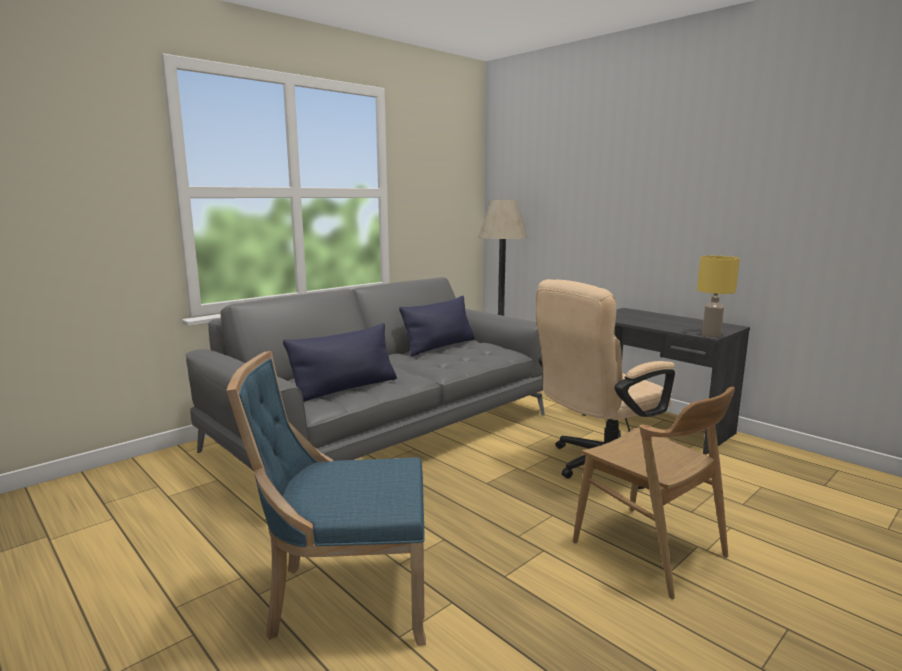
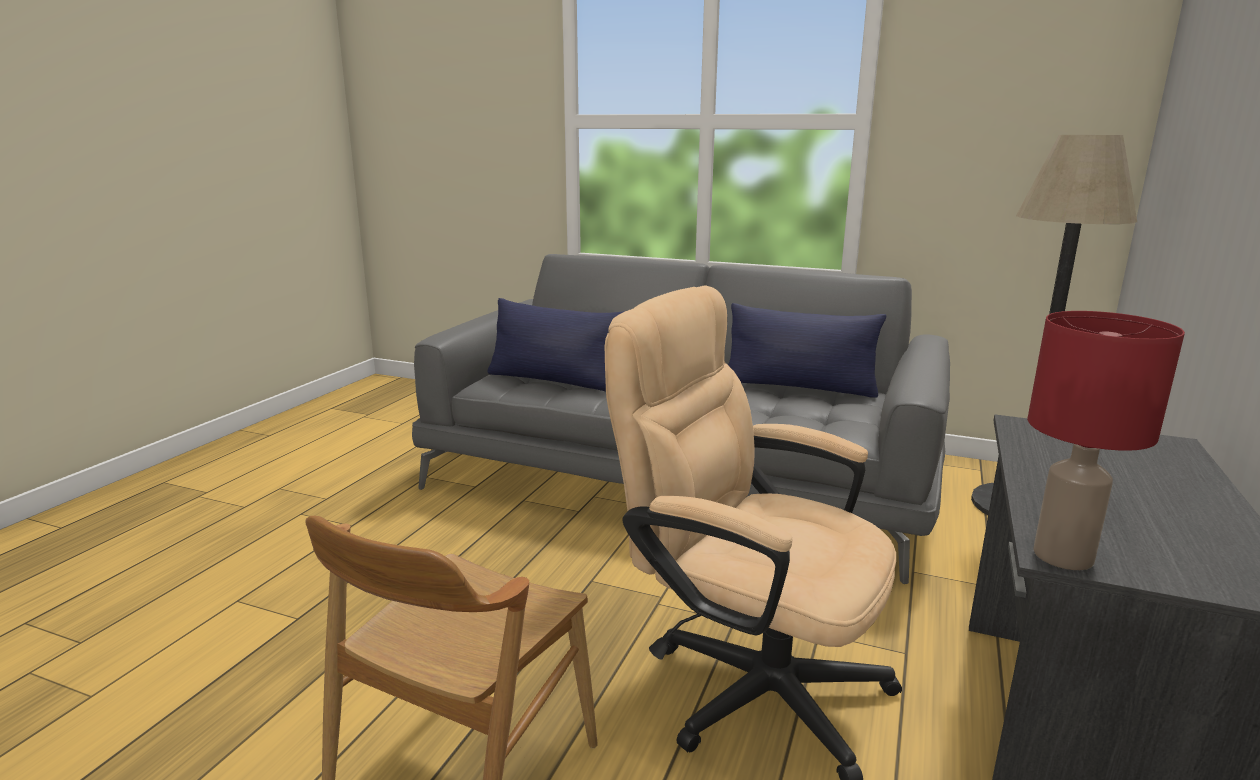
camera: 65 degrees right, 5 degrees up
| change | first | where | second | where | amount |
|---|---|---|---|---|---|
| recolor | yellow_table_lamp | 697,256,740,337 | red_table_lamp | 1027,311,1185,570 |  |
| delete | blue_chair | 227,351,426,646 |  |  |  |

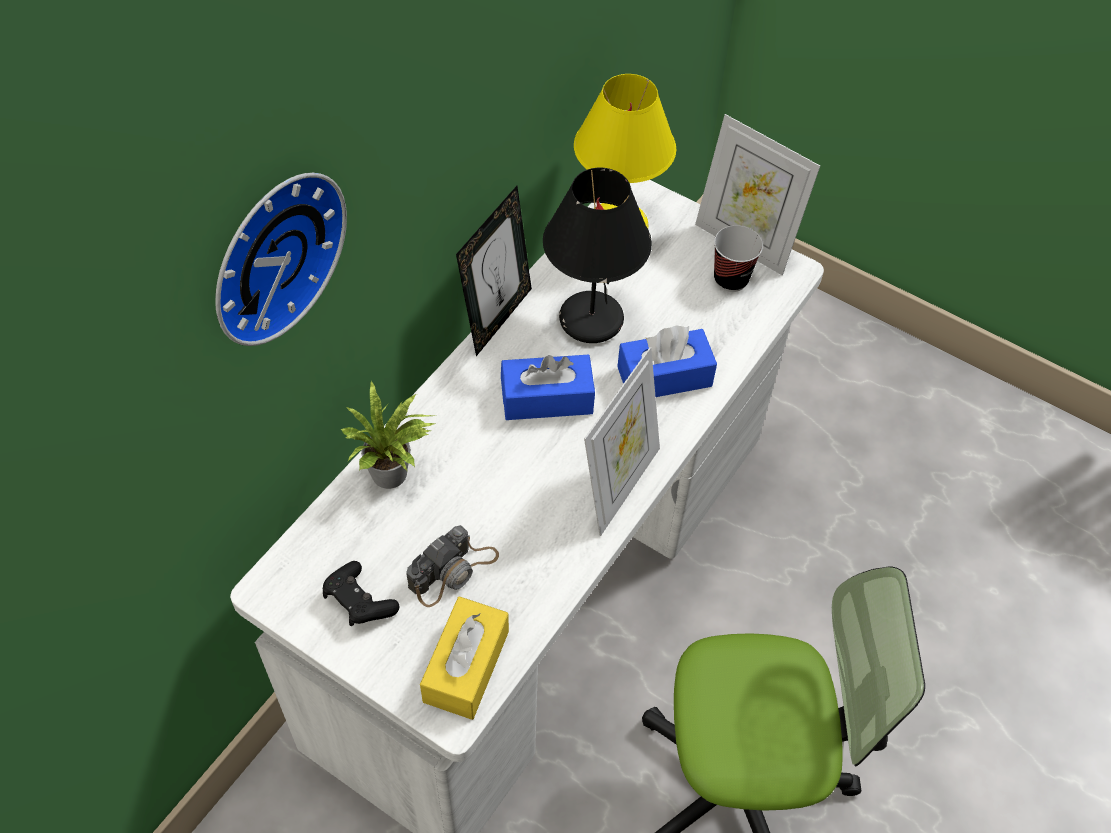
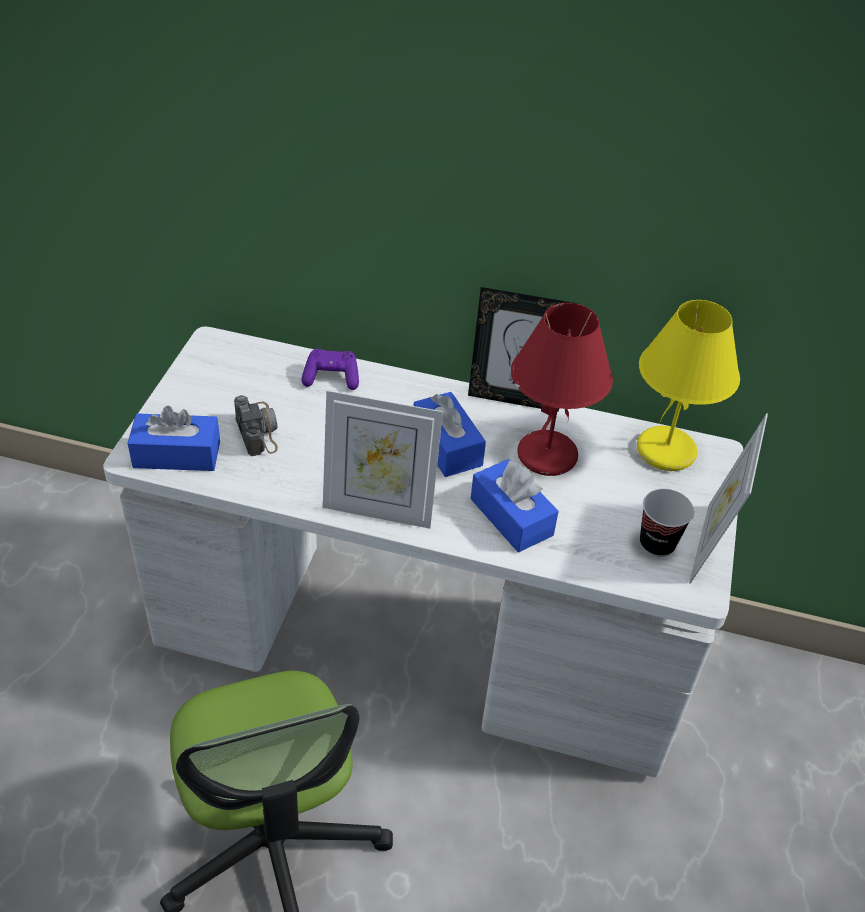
camera: 70 degrees right, 10 degrees down
| change | first | where | second | where | amount |
|---|---|---|---|---|---|
| recolor | yellow_tissue_box | 420,596,509,720 | blue_tissue_box | 128,406,220,471 |  |
| rotate | photo_camera | 406,525,499,607 |  | 234,395,278,456 | 135 degrees counterclockwise |
| replace | potted_plant | 340,380,435,489 | purple_game_controller | 302,349,359,390 |  |
| recolor | black_table_lamp | 543,168,652,343 | red_table_lamp | 511,303,613,476 |  |
| delete | wall_clock | 215,173,347,346 |  |  |  |
| delete | black_game_controller | 323,561,399,626 |  |  |  |

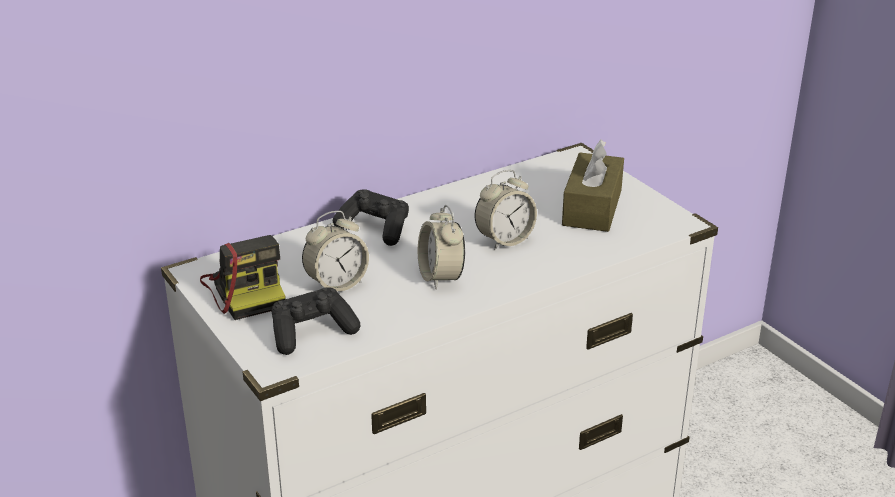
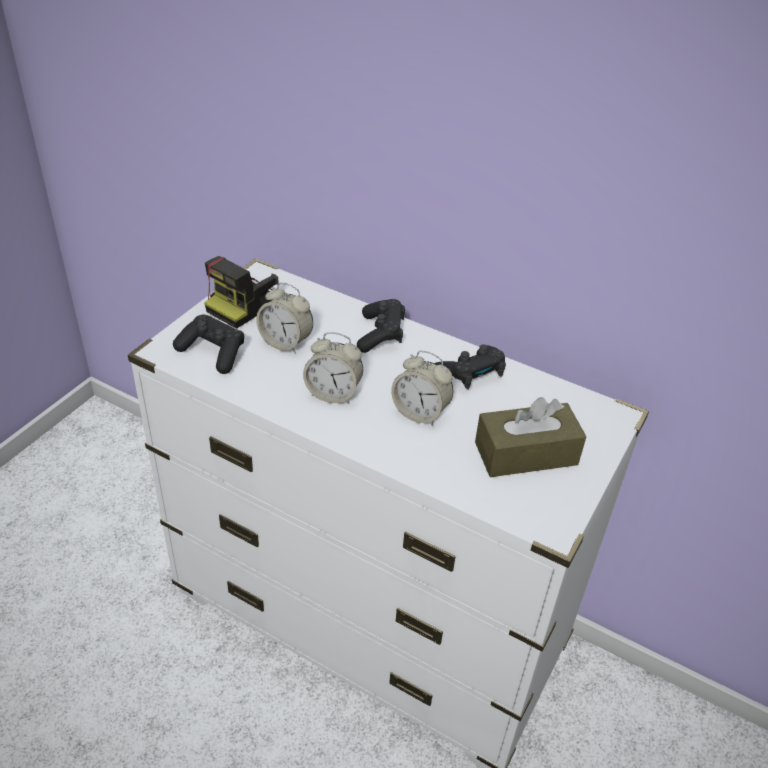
camera: 60 degrees right, 10 degrees up
| change | first | where | second | where | amount |
|---|---|---|---|---|---|
| rotate | alarm_clock | 418,205,465,290 |  | 303,332,363,404 | 120 degrees counterclockwise |
| insert |  |  | black_game_controller | 435,344,506,389 |  |

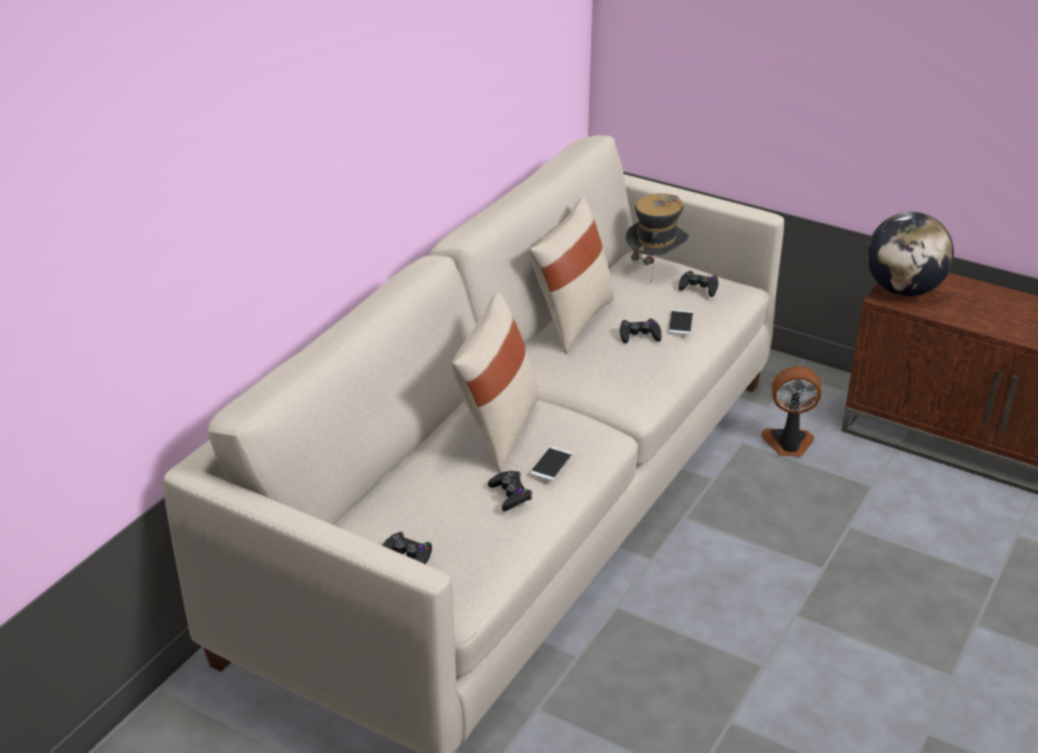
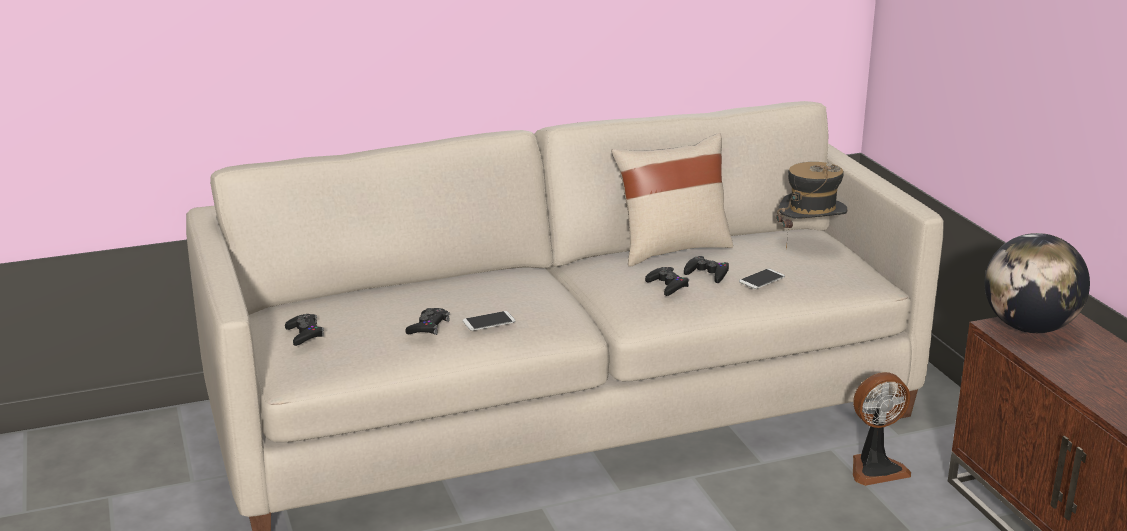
camera: 40 degrees right, 10 degrees down
| change | first | where | second | where | amount |
|---|---|---|---|---|---|
| move | black_game_controller | 679,271,718,297 |  | 645,267,689,296 |  |
| rotate | fan | 761,366,822,457 |  | 853,372,911,486 | 120 degrees clockwise |
| delete | beige_pillow | 452,292,539,473 |  |  |  |

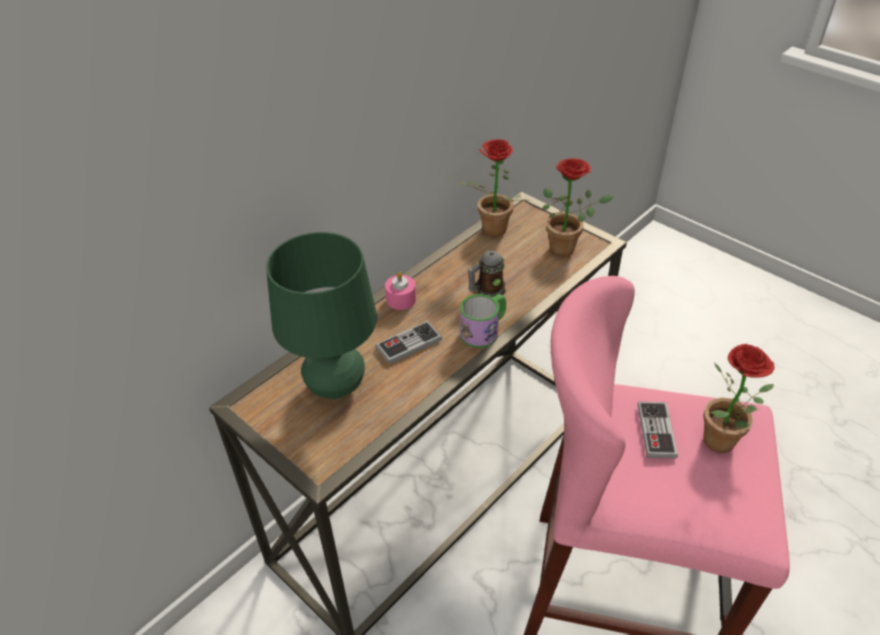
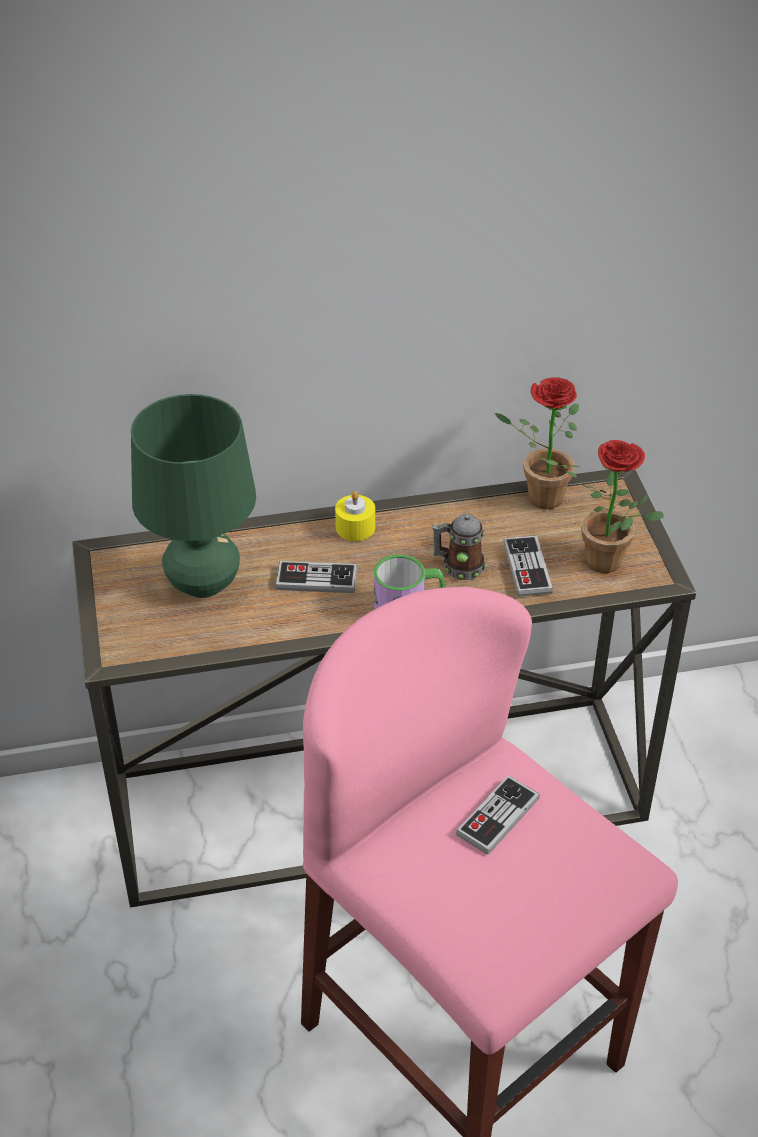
camera: 35 degrees right, 0 degrees up
| change | first | where | second | where | amount |
|---|---|---|---|---|---|
| recolor | pink_candle | 385,272,416,310 | yellow_candle | 335,491,375,541 |  |
| insert |  |  | game_controller | 503,535,553,597 |  |
| delete | potted_plant | 703,344,775,453 |  |  |  |

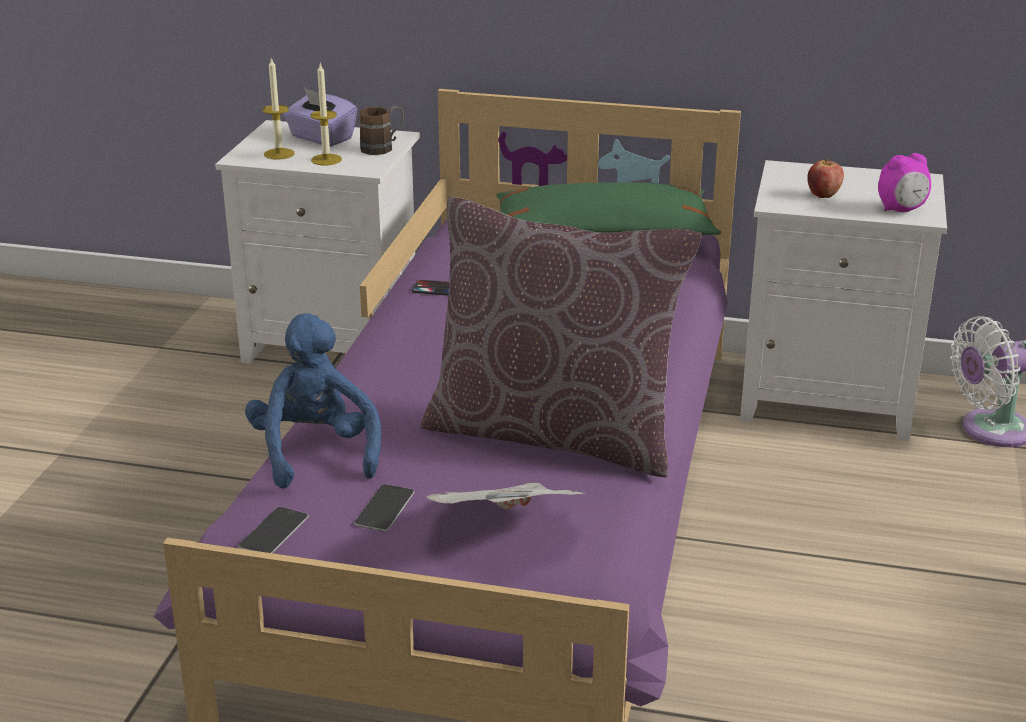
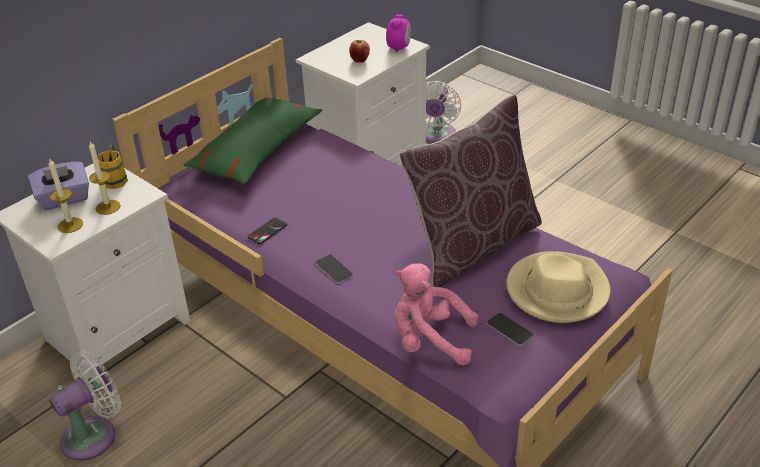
camera: 60 degrees left, 10 degrees up
| change | first | where | second | where | amount |
|---|---|---|---|---|---|
| insert |  |  | white_fan | 49,350,121,461 |  |
| recolor | brown_mug | 359,106,404,155 | yellow_mug | 98,145,128,189 |  |
| move | phone | 238,507,309,553 |  | 315,254,354,284 |  |
| recolor | blue_plush_toy | 245,313,381,489 | pink_plush_toy | 394,263,479,365 |  |
| replace | newspaper | 426,483,587,510 | beige_hat | 506,251,611,323 |  |

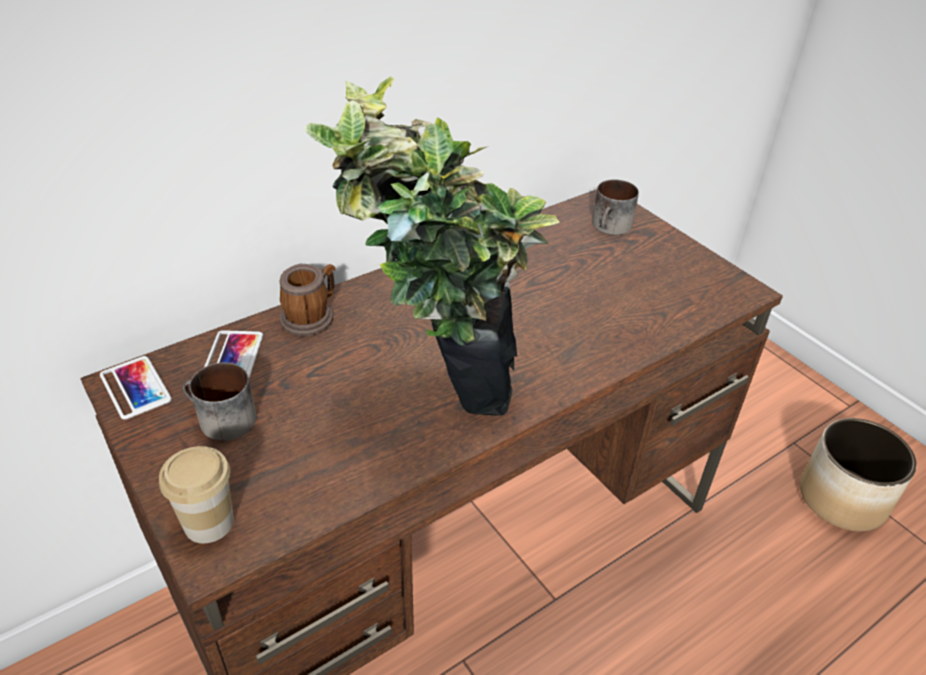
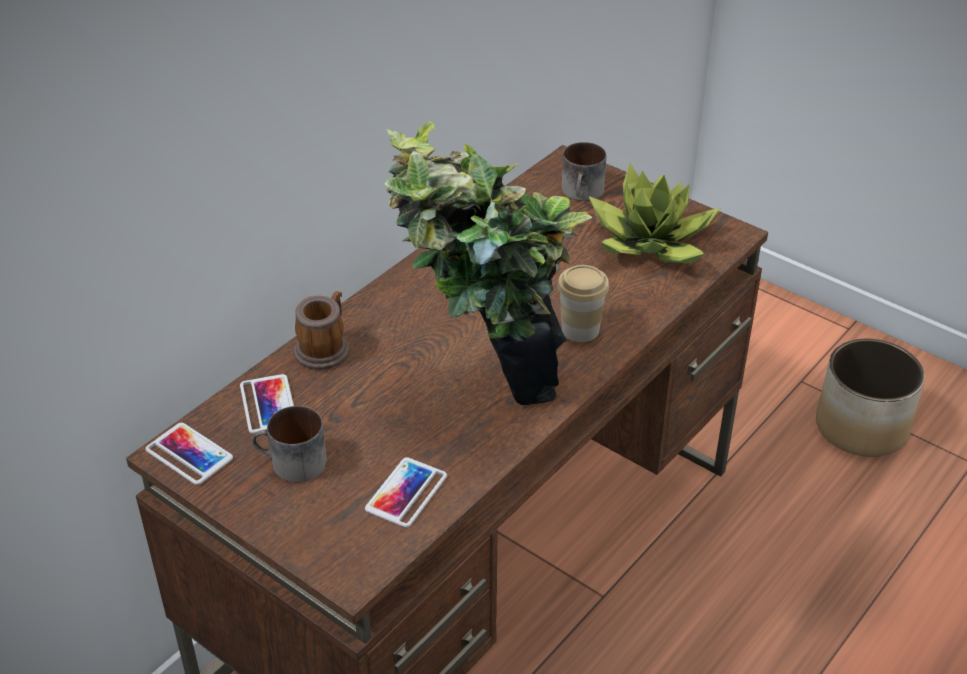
camera: 15 degrees left, 0 degrees up
| change | first | where | second | where | amount |
|---|---|---|---|---|---|
| insert |  |  | phone | 365,457,447,528 |  |
| move | cup | 159,446,234,543 |  | 557,265,609,342 |  |
| insert |  |  | potted_plant | 589,163,721,263 |  |

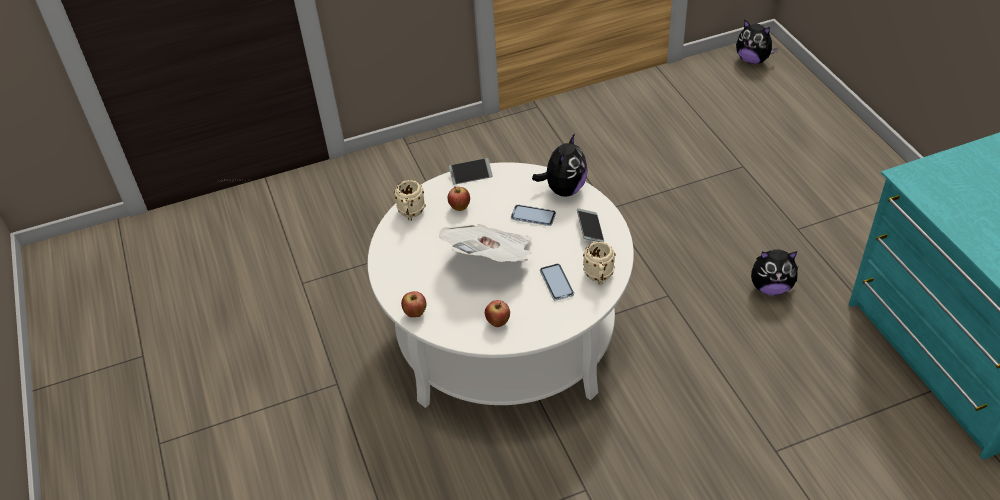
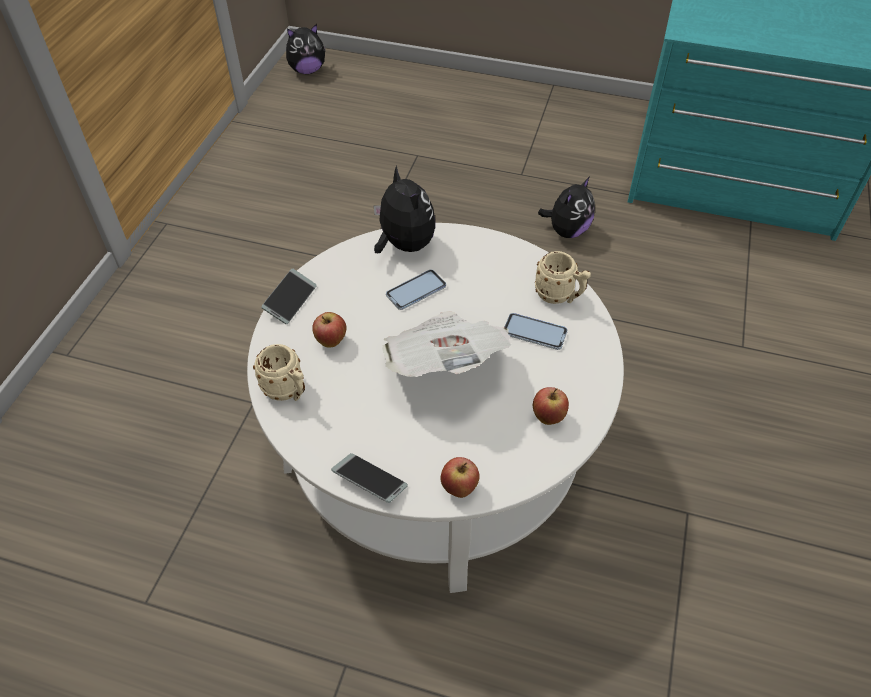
camera: 55 degrees left, 5 degrees up
| change | first | where | second | where | amount |
|---|---|---|---|---|---|
| move | phone | 577,208,604,242 |  | 331,453,408,503 |  |

